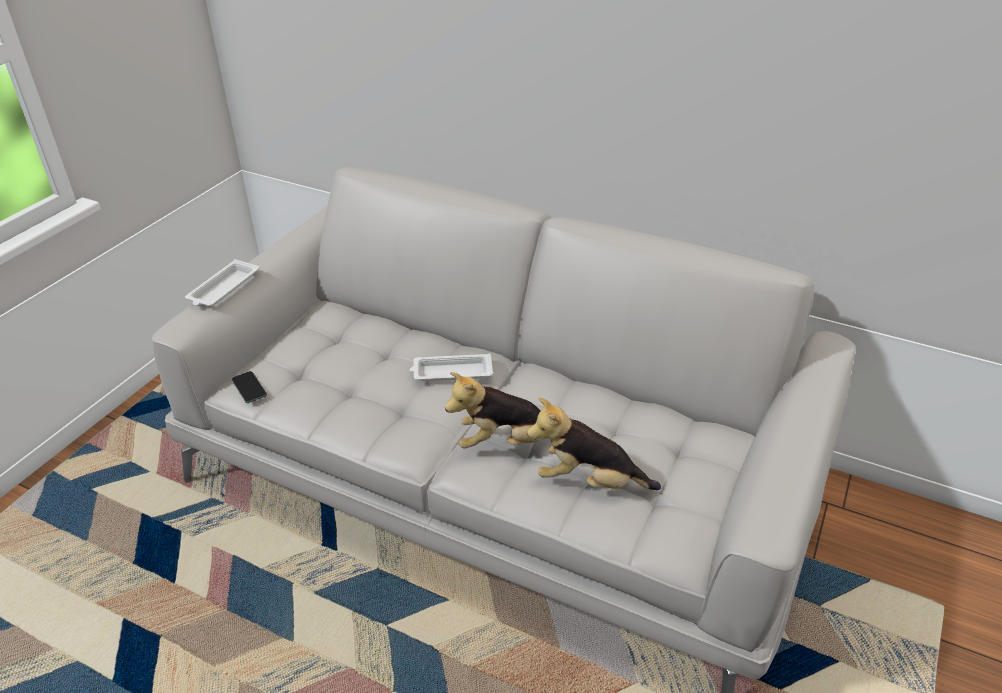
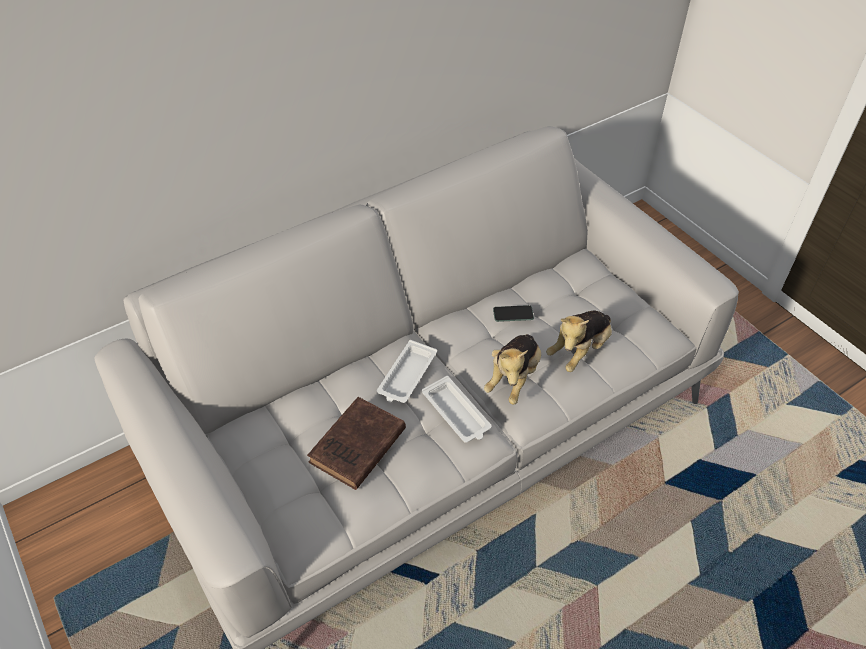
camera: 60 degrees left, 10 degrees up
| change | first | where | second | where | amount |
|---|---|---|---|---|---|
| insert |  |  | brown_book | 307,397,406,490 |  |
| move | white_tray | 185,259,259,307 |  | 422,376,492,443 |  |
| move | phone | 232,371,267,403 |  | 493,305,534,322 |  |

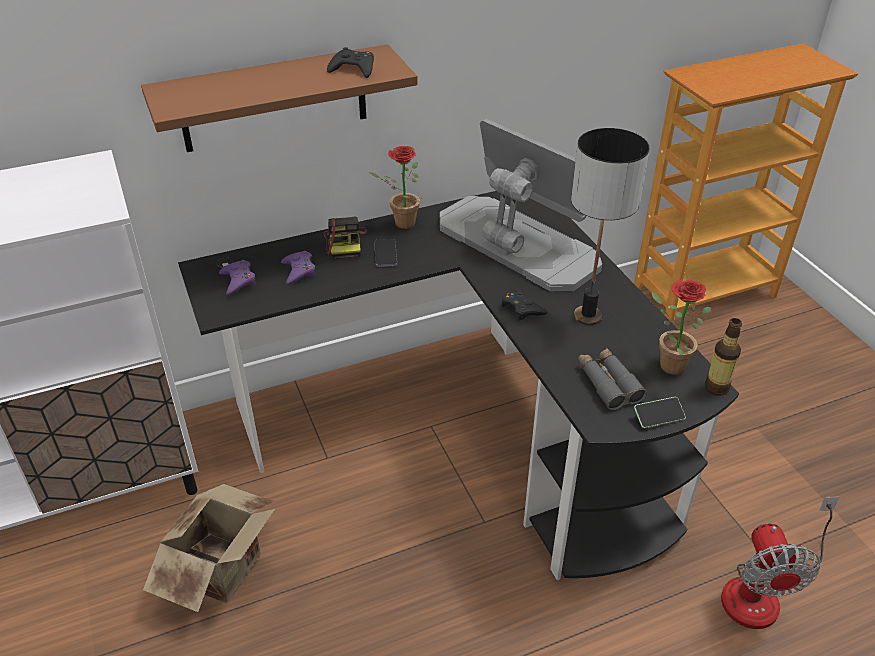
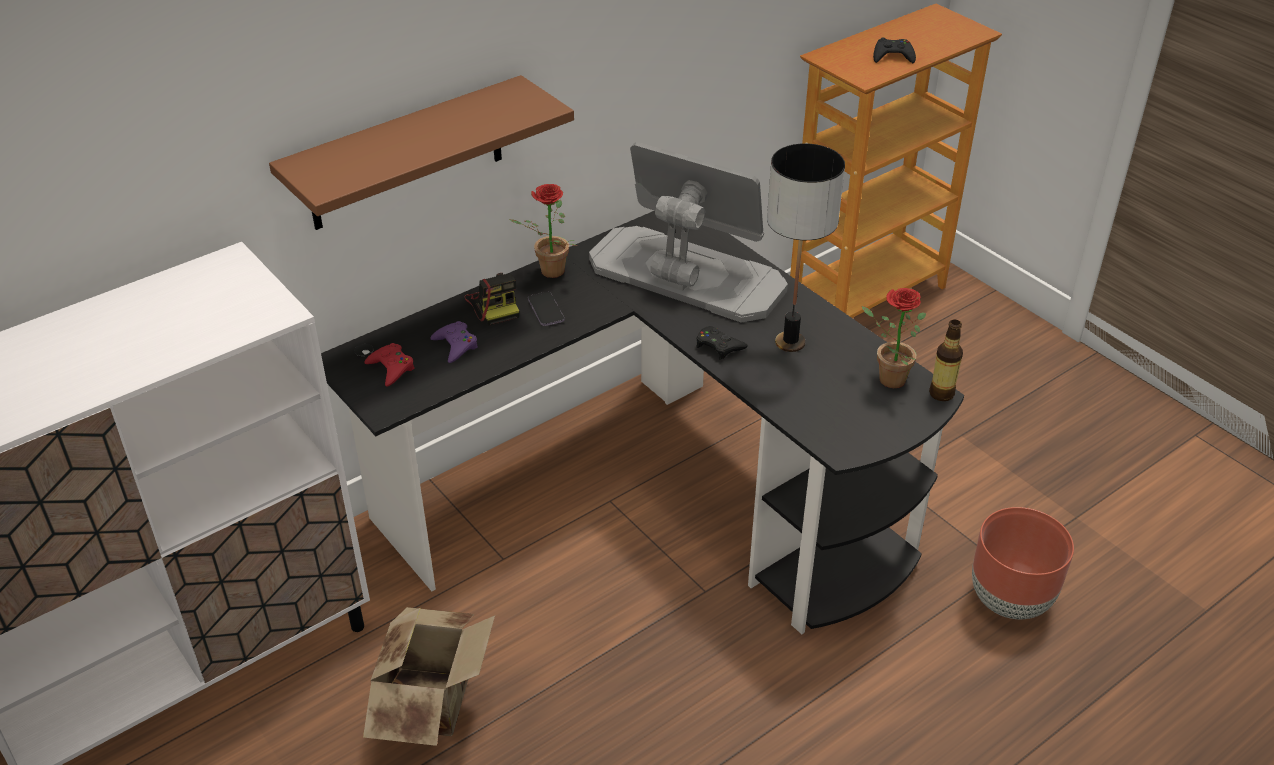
camera: 15 degrees left, 0 degrees up
| change | first | where | second | where | amount |
|---|---|---|---|---|---|
| recolor | purple_game_controller | 219,260,256,295 | red_game_controller | 365,343,415,387 |  |
| move | black_game_controller | 327,47,374,78 |  | 873,38,916,63 |  |
| replace | fan | 721,497,839,629 | brown_planter | 972,507,1074,619 |  |
| delete | grey_binoculars | 578,348,647,410 |  |  |  |
| delete | phone | 634,397,686,428 |  |  |  |

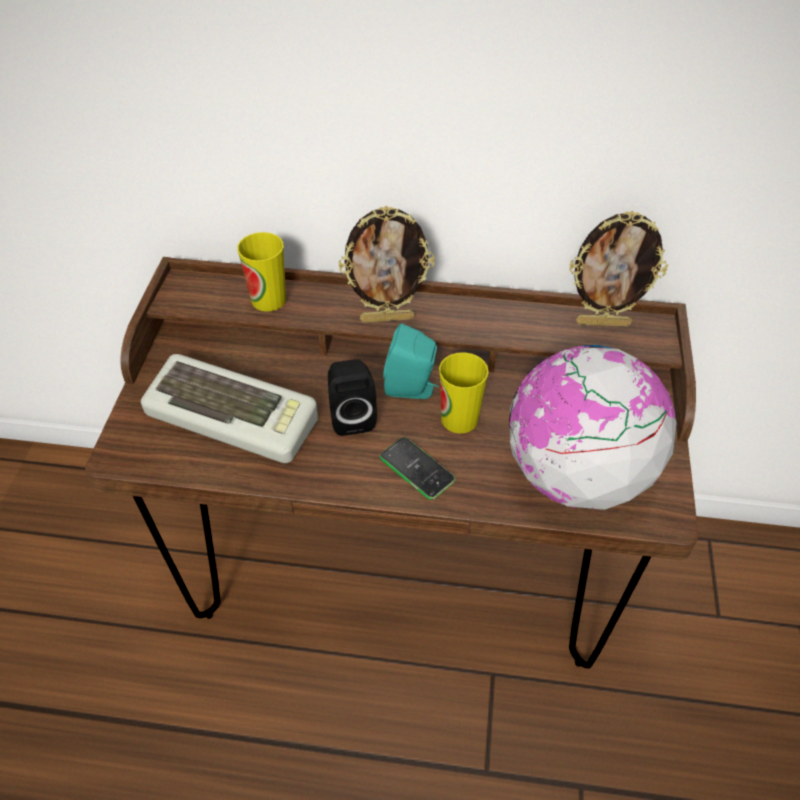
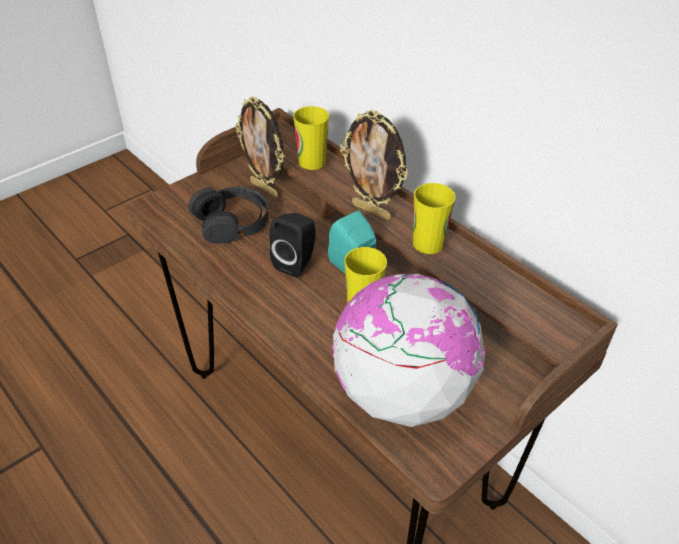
camera: 40 degrees right, 5 degrees down
| change | first | where | second | where | amount |
|---|---|---|---|---|---|
| replace | keyboard | 141,354,318,463 | black_headphones | 188,187,268,244 |  |
| move | picture_frame | 569,211,668,327 |  | 235,96,284,198 |  |
| insert |  |  | cup | 413,183,456,254 |  |
| delete | phone | 380,437,456,500 |  |  |  |

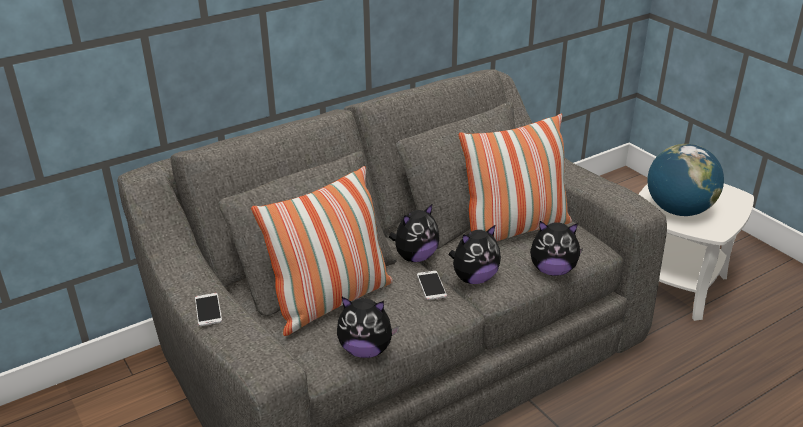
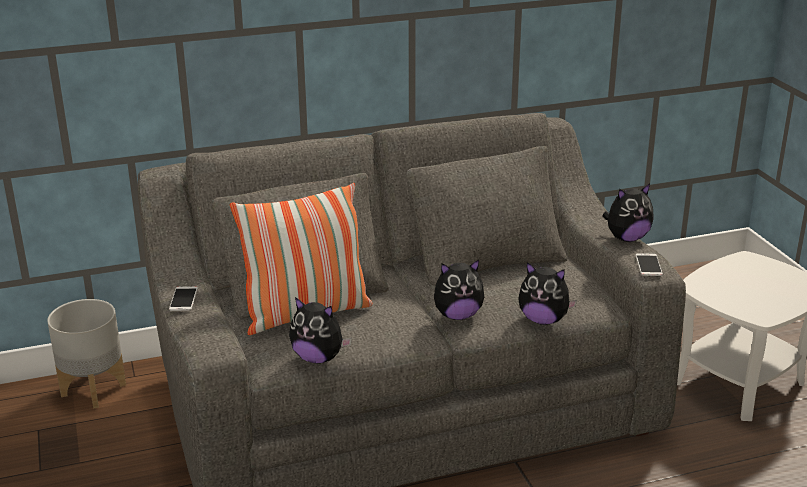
camera: 15 degrees right, 5 degrees down
| change | first | where | second | where | amount |
|---|---|---|---|---|---|
| insert |  |  | grey_planter | 47,299,126,408 |  |
| move | plush_toy | 389,203,439,262 |  | 602,184,654,242 |  |
| move | phone | 417,271,447,300 |  | 636,253,663,276 |  |
| delete | pillow | 459,114,572,241 |  |  |  |
| delete | globe | 647,144,724,216 |  |  |  |

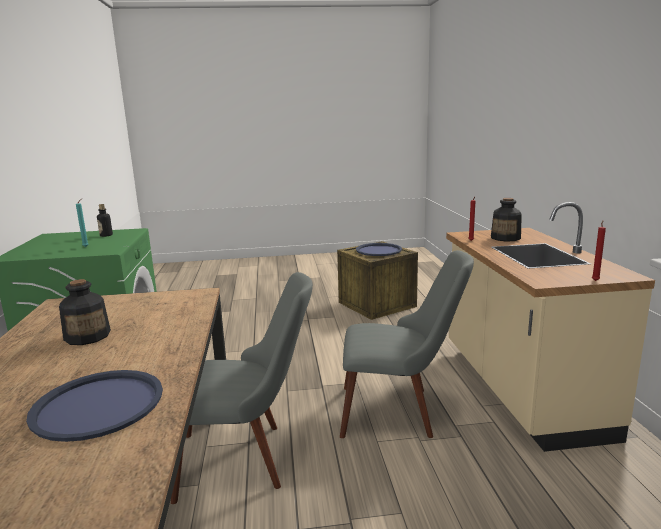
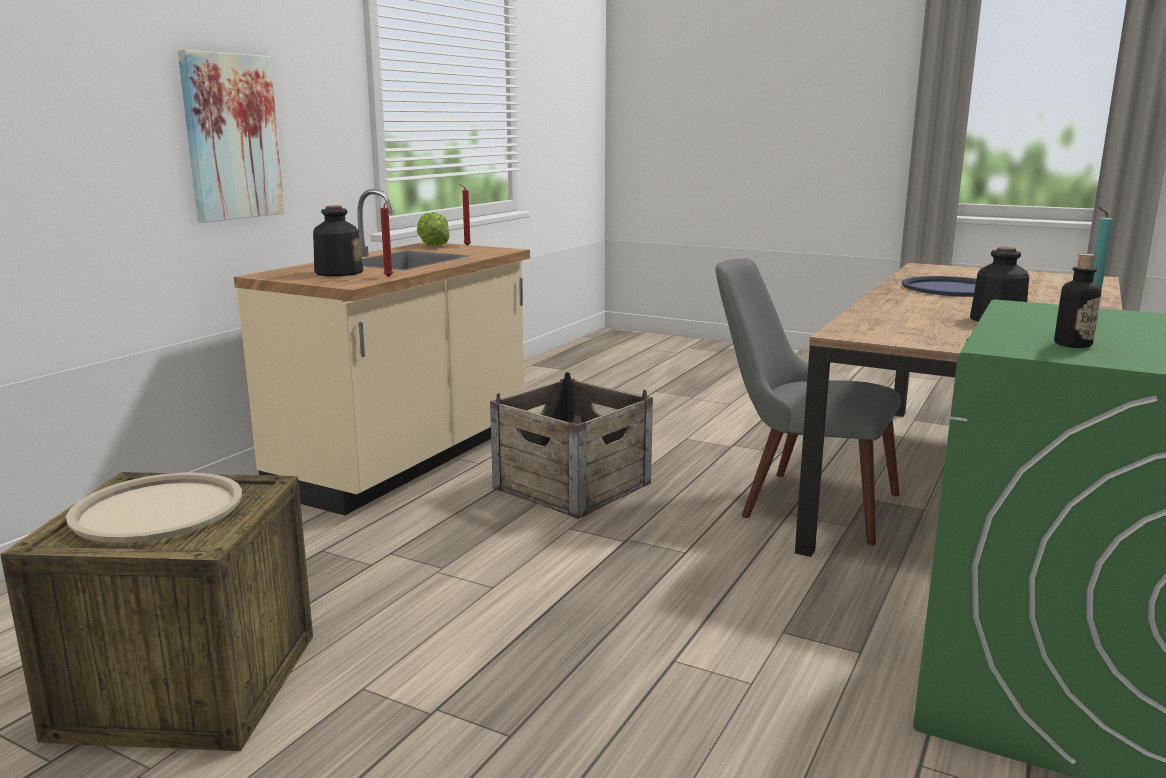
camera: 145 degrees left, 0 degrees up
| change | first | where | second | where | amount |
|---|---|---|---|---|---|
| recolor | blue_tray | 356,243,402,256 | beige_tray | 66,472,242,542 |  |
| insert |  |  | picture | 178,50,285,223 |  |
| insert |  |  | lettuce | 417,212,450,246 |  |
| replace | grey_chair | 340,250,474,438 | crate | 490,372,653,519 |  |

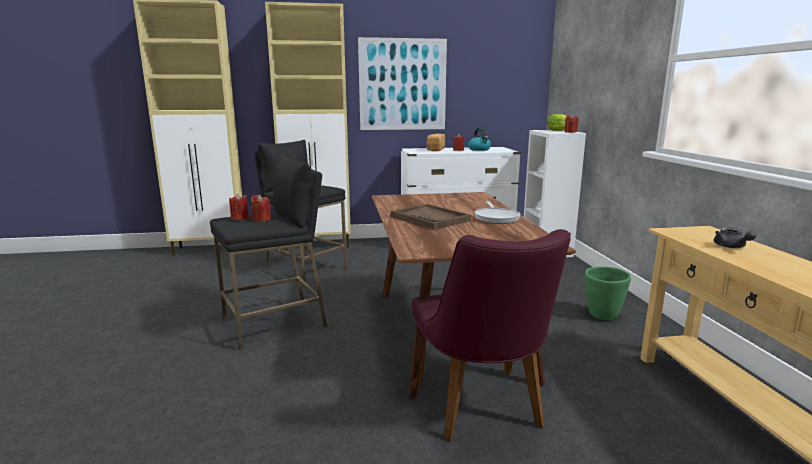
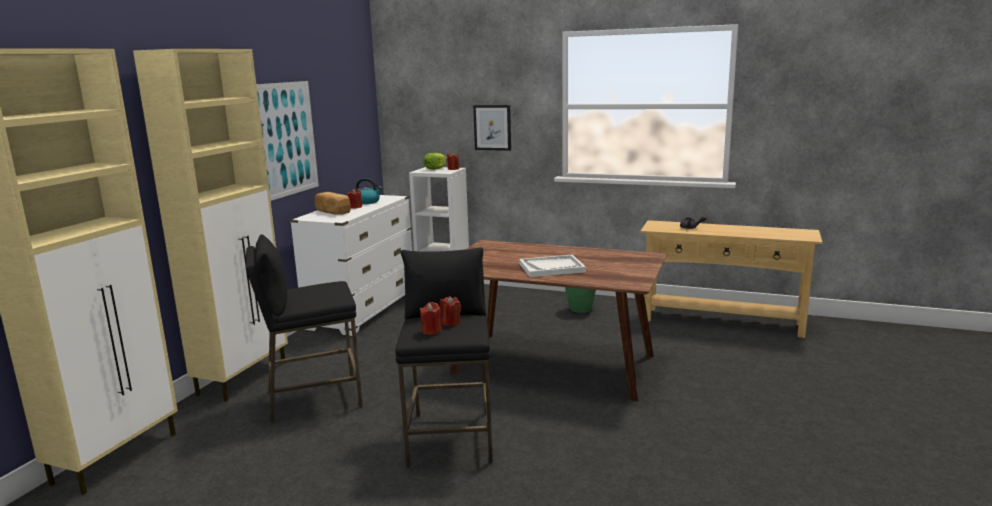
camera: 60 degrees left, 0 degrees up
| change | first | where | second | where | amount |
|---|---|---|---|---|---|
| insert |  |  | picture | 473,105,511,151 |  |
| recolor | brown_tray | 391,204,471,230 | white_tray | 519,255,586,277 |  |
| delete | purple_chair | 412,229,571,442 |  |  |  |
| delete | frying_pan | 475,201,520,224 |  |  |  |

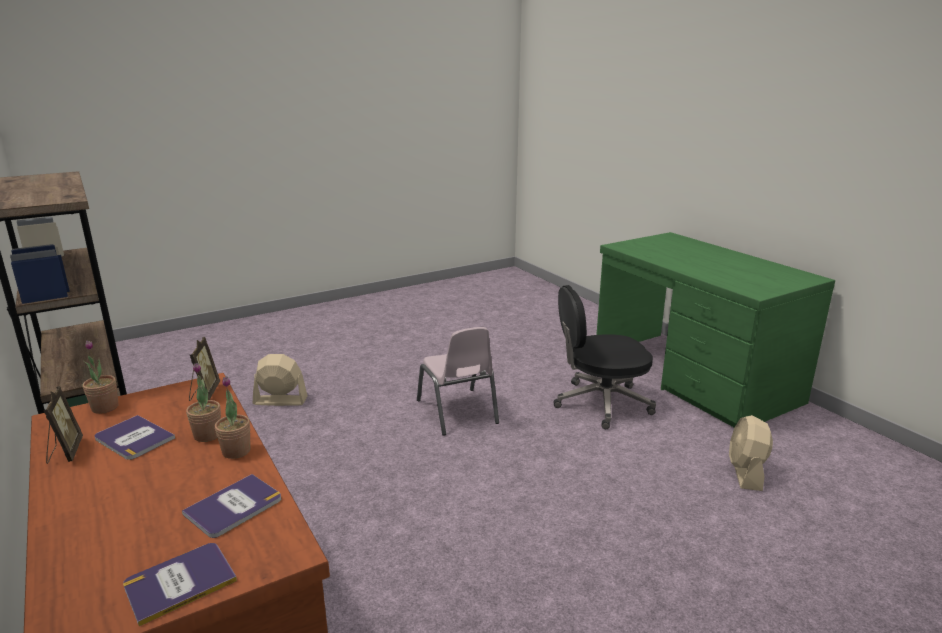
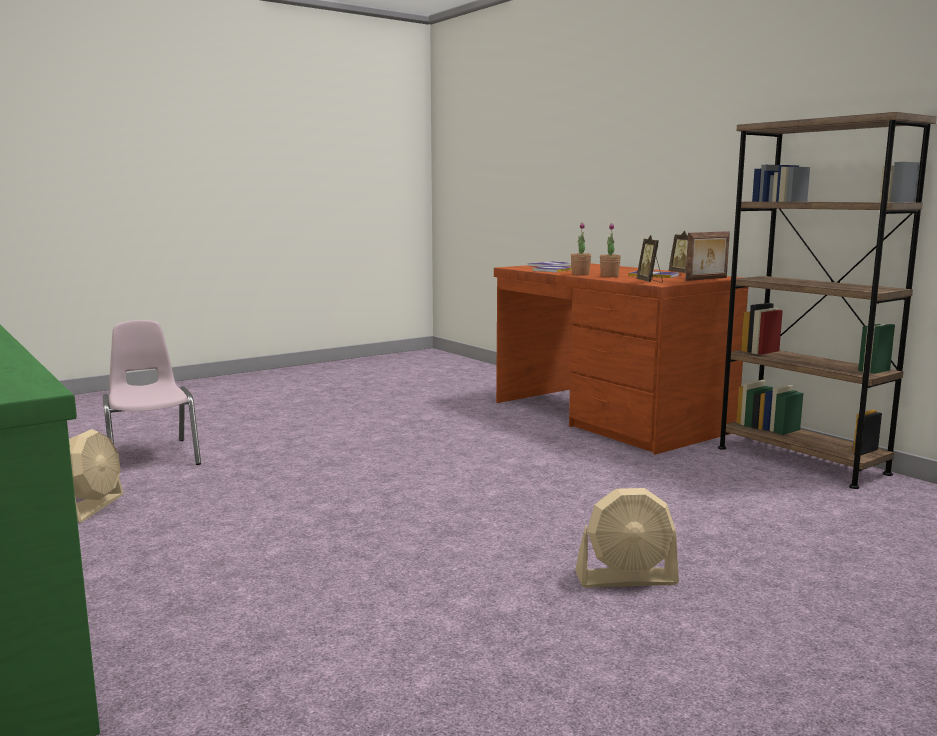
camera: 175 degrees right, 10 degrees down
| change | first | where | second | where | amount |
|---|---|---|---|---|---|
| move | pink_chair | 417,327,499,436 |  | 103,320,201,465 |  |
| move | beige_fan | 253,354,307,406 |  | 575,488,679,588 |  |
| replace | potted_plant | 82,340,119,414 | picture_frame | 685,231,730,281 |  |
| delete | black_office_chair | 553,285,656,429 |  |  |  |

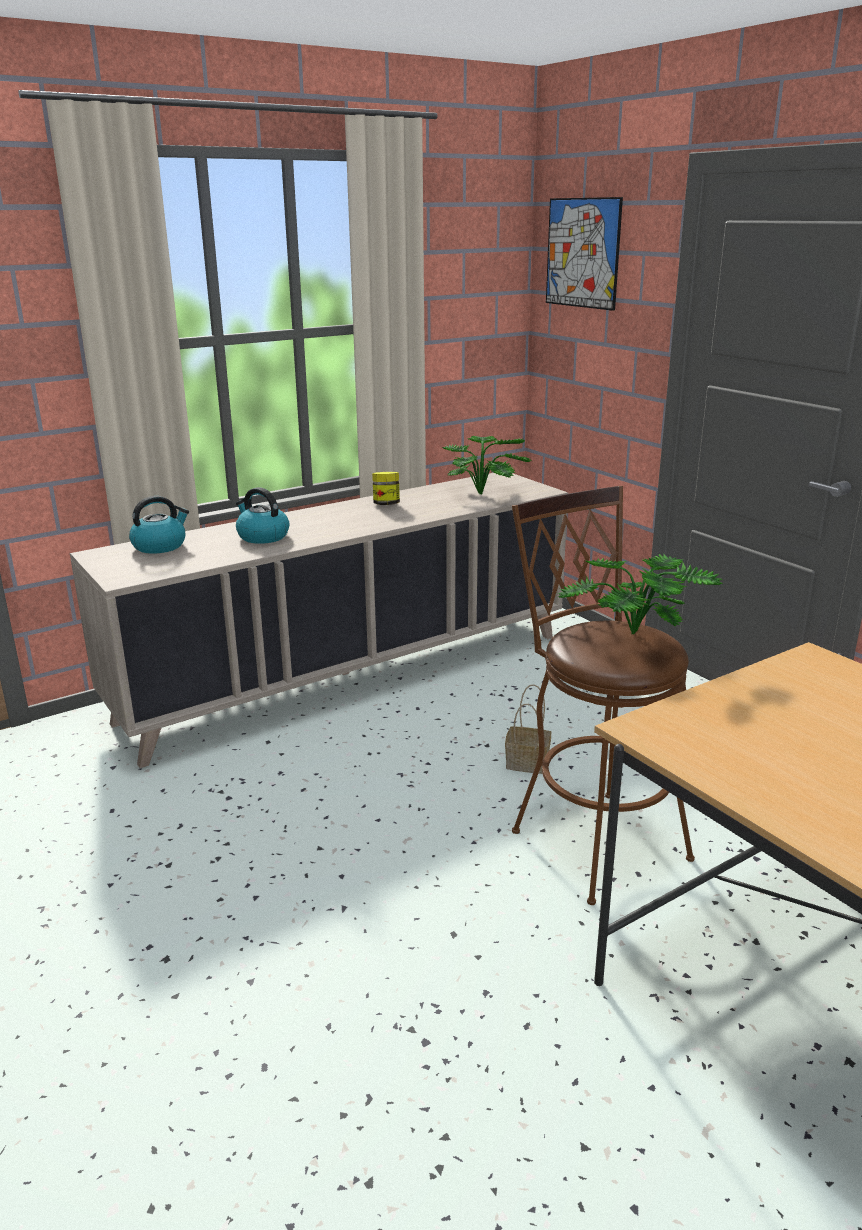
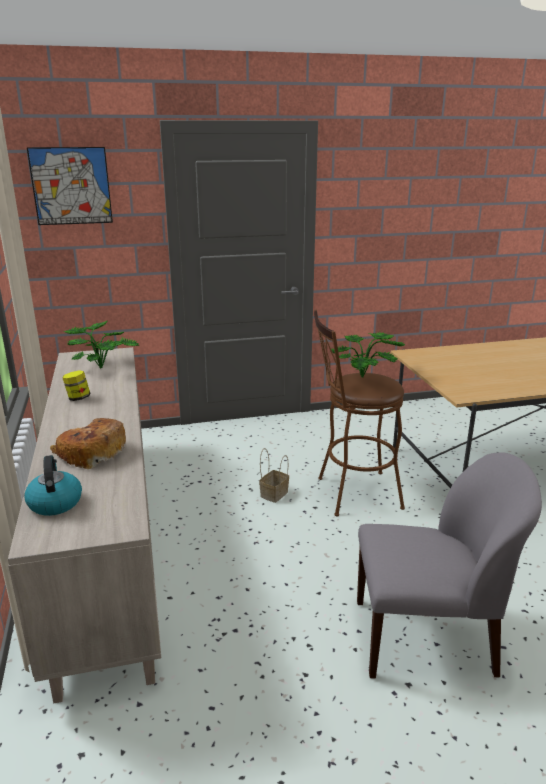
camera: 70 degrees left, 0 degrees up
| change | first | where | second | where | amount |
|---|---|---|---|---|---|
| replace | kettle | 236,487,290,544 | bread | 50,418,126,469 |  |
| insert |  |  | grey_chair | 357,452,542,678 |  |

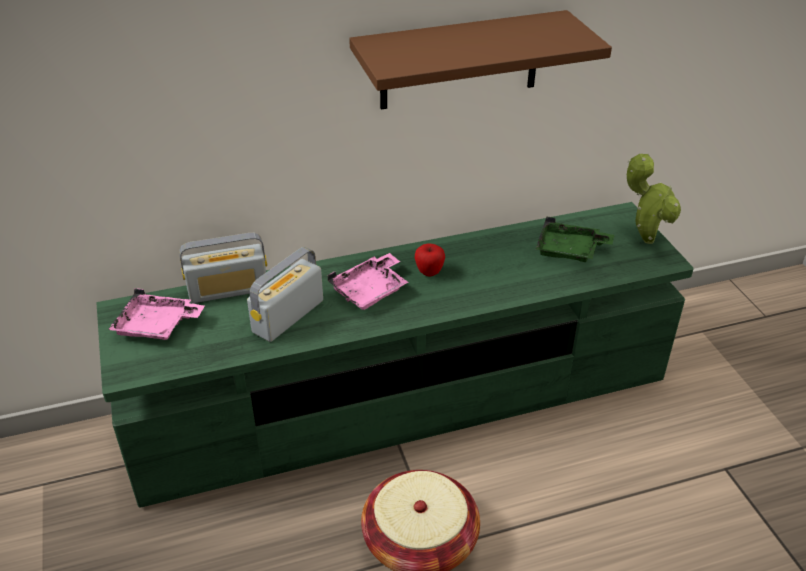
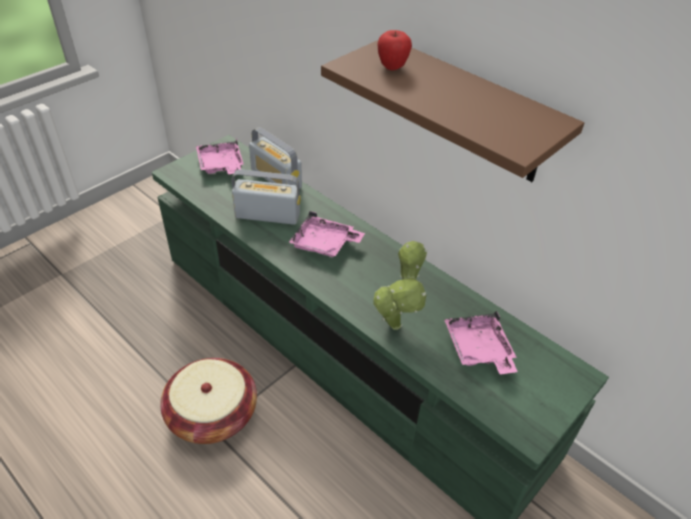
camera: 60 degrees right, 5 degrees up
| change | first | where | second | where | amount |
|---|---|---|---|---|---|
| move | potted_plant | 627,154,681,244 |  | 373,241,428,330 |  |
| move | apple | 415,244,445,277 |  | 377,30,412,70 |  |
| recolor | green_tray | 536,216,614,262 | pink_tray | 444,310,518,374 |  |

